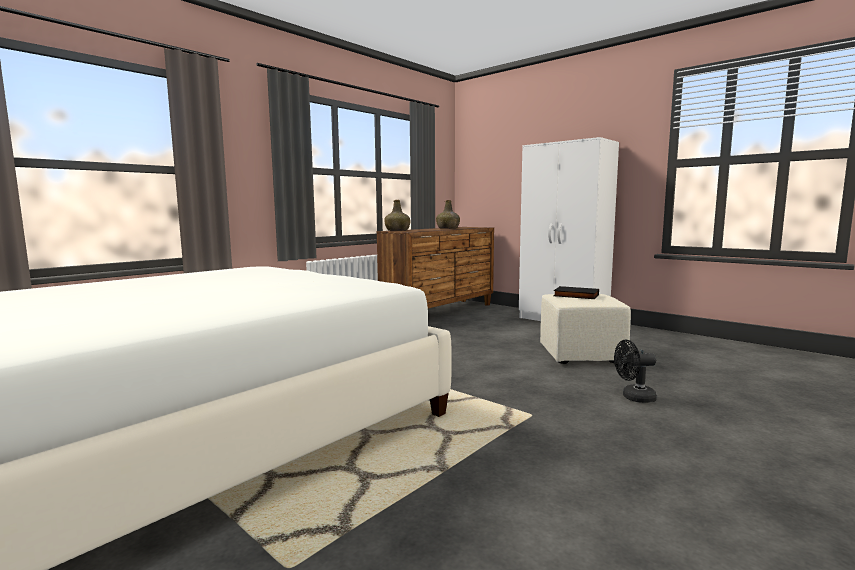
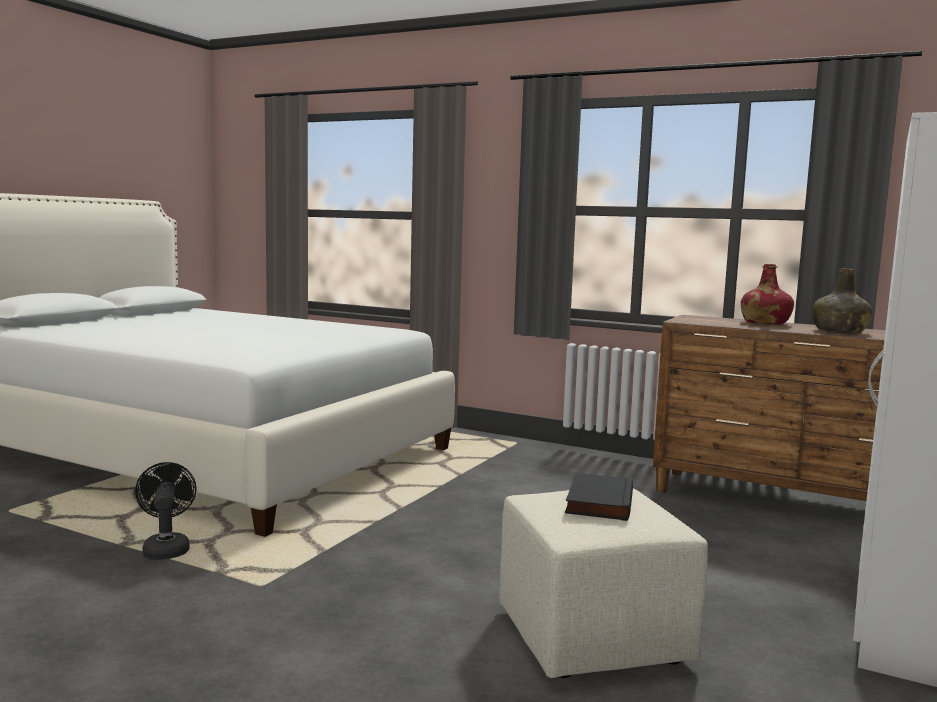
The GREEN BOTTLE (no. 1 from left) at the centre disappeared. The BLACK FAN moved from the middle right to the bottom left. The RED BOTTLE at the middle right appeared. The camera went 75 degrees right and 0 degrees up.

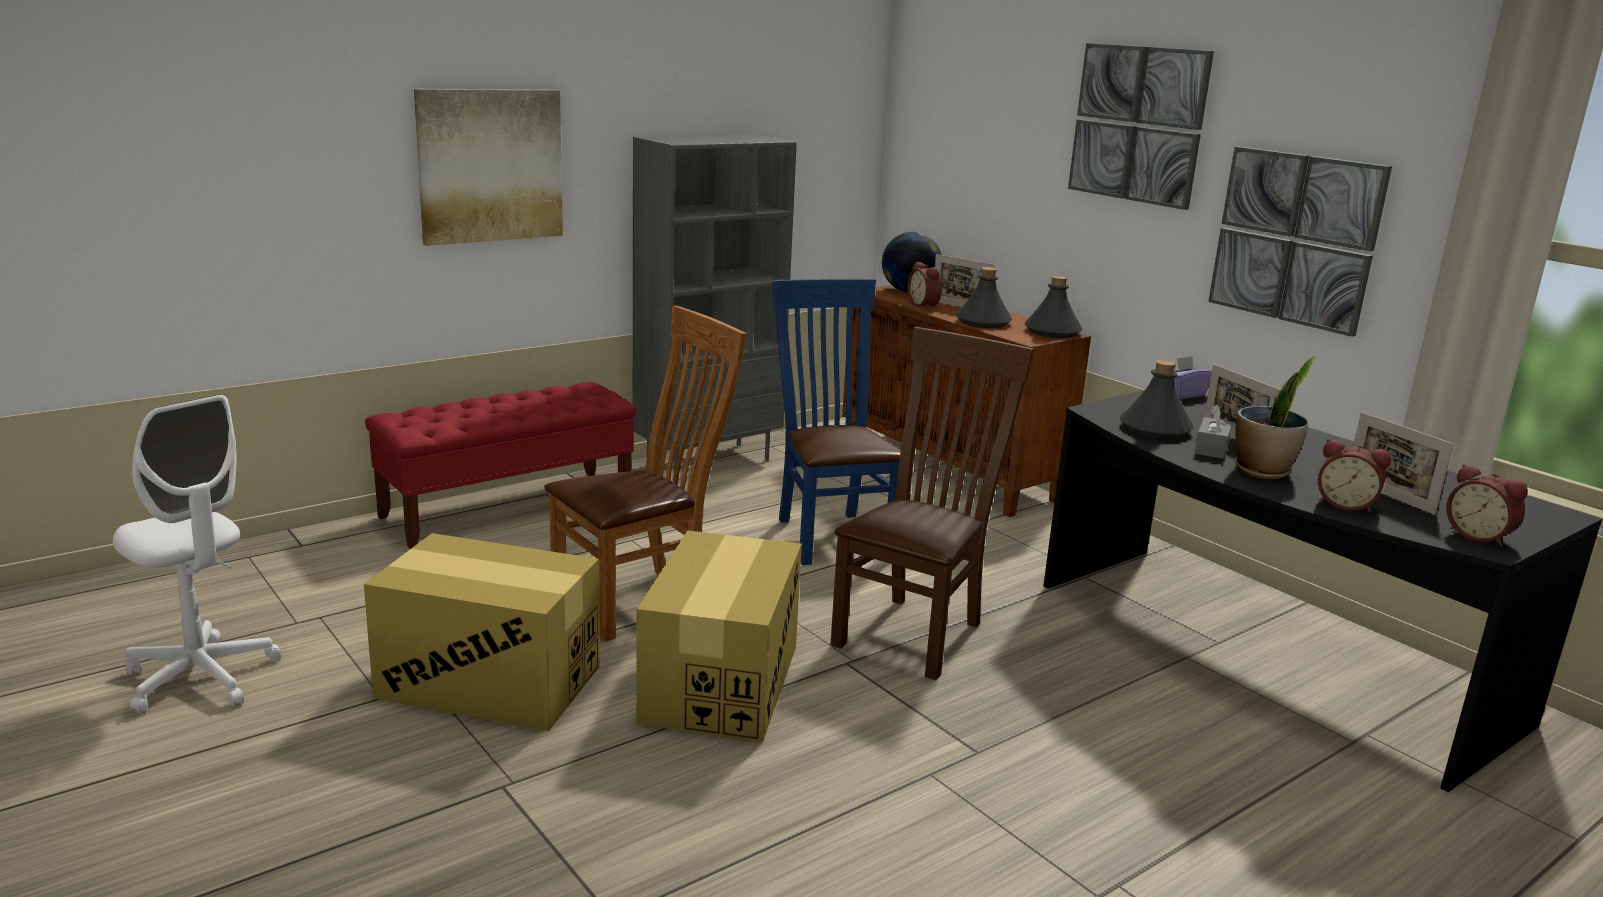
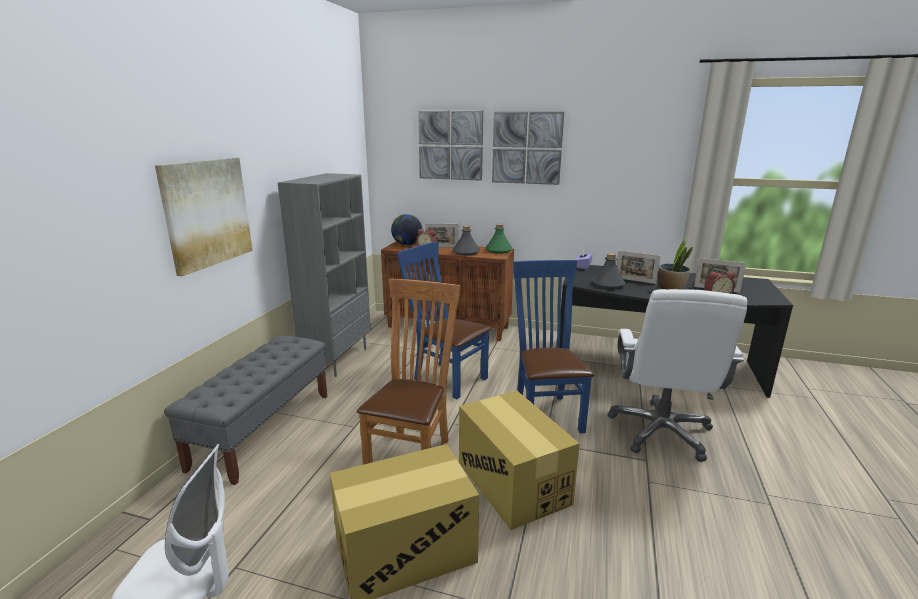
The PICTURE (no. 3 from left in the first image) moved from the top right to the top centre. The GREY BOTTLE (no. 2 from left) at the centre became the GREEN BOTTLE at the centre. The BROWN CHAIR (no. 2 from left) at the centre became the BLUE CHAIR (no. 2 from left) at the centre. The RED BENCH at the middle left became the GREY BENCH at the bottom left. The GREY TISSUE BOX at the middle right disappeared. The ALARM CLOCK (no. 3 from left) at the middle right disappeared. The WHITE OFFICE CHAIR (no. 2 from left) at the middle right appeared. The camera went 35 degrees left and 0 degrees up.

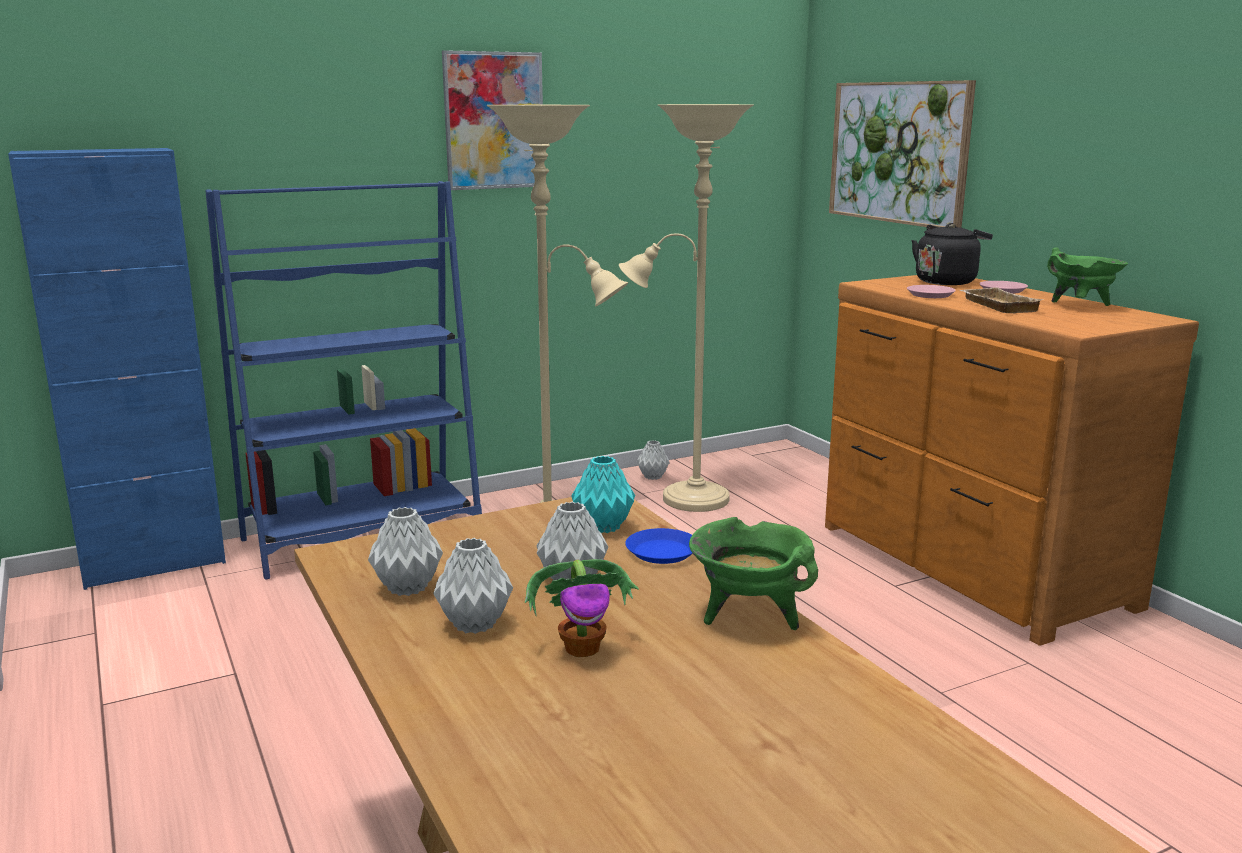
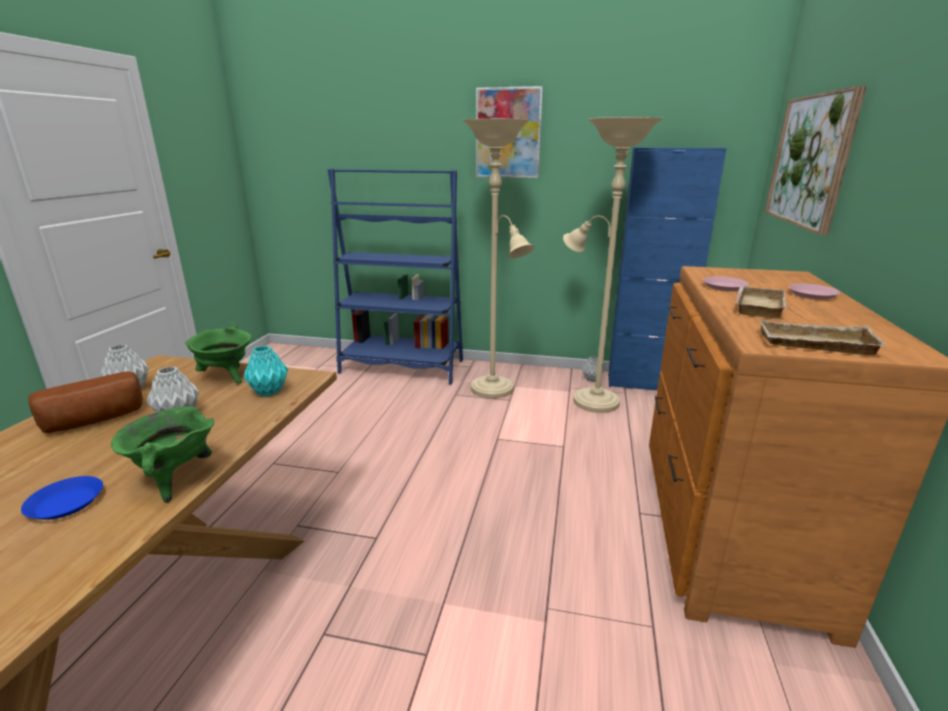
The BLUE CABINET moved from the middle left to the middle right. The BLACK KETTLE at the top right disappeared. The GREEN COOKING POT (no. 2 from left) moved from the top right to the middle left. The BLUE PLATE moved from the centre to the bottom left. The GREY VASE (no. 2 from left) at the bottom centre was replaced by the BREAD at the middle left. The POTTED PLANT at the bottom centre disappeared. The BEIGE TRAY (no. 2 from left) at the middle right appeared. The camera went 40 degrees right and 5 degrees up.

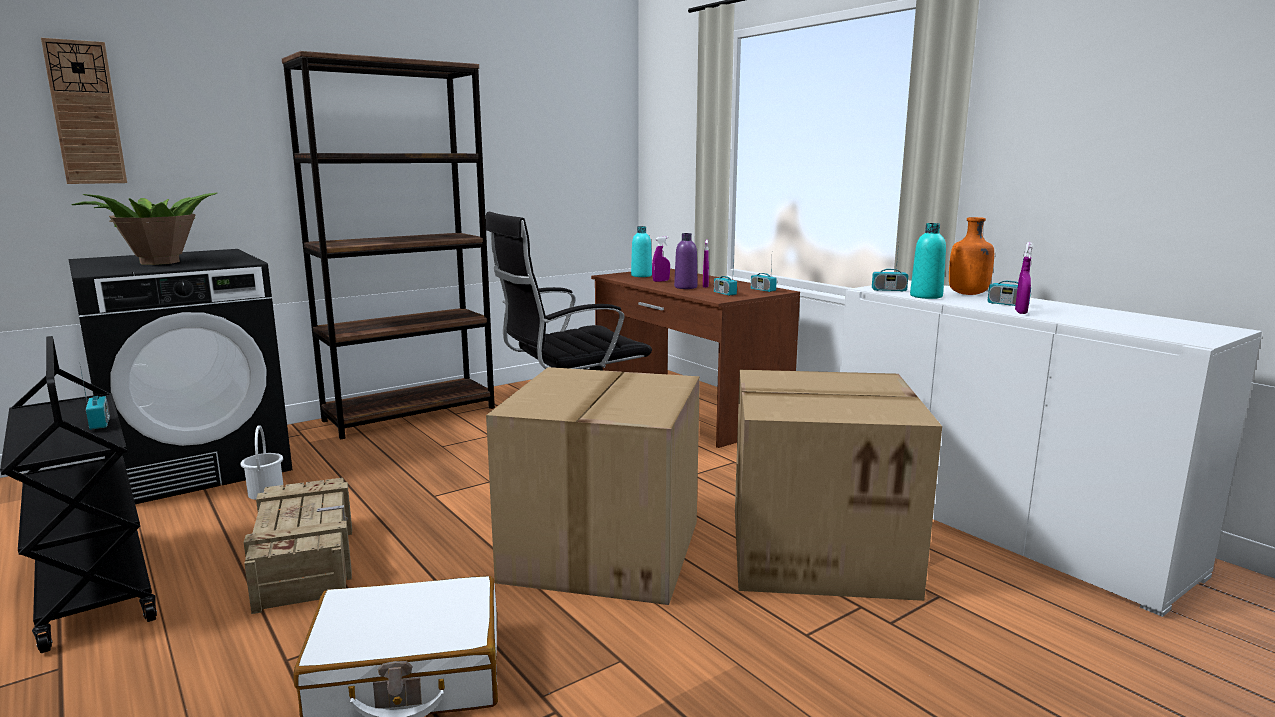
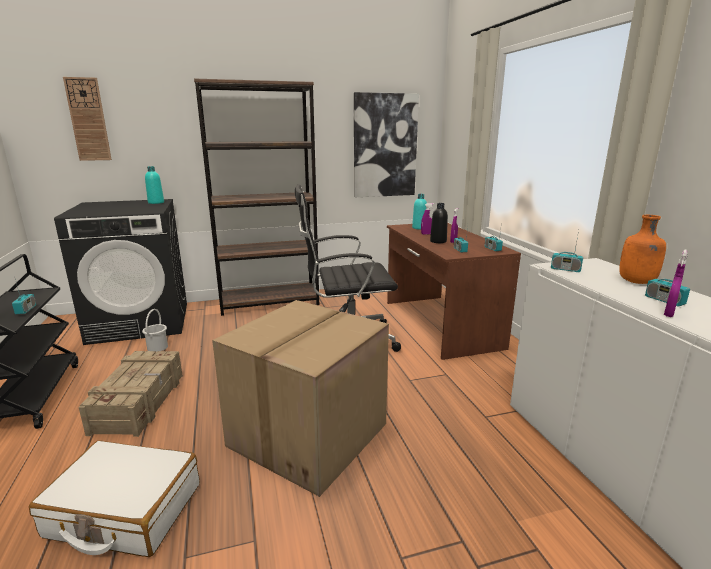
The POTTED PLANT at the top left disappeared. The TURQUOISE BOTTLE (no. 2 from left in the first image) moved from the middle right to the top left. The PURPLE BOTTLE at the centre became the BLACK BOTTLE at the centre. The CARDBOARD BOX (no. 2 from left) at the bottom centre disappeared. The PICTURE at the top centre appeared. The camera went 20 degrees right and 5 degrees up.

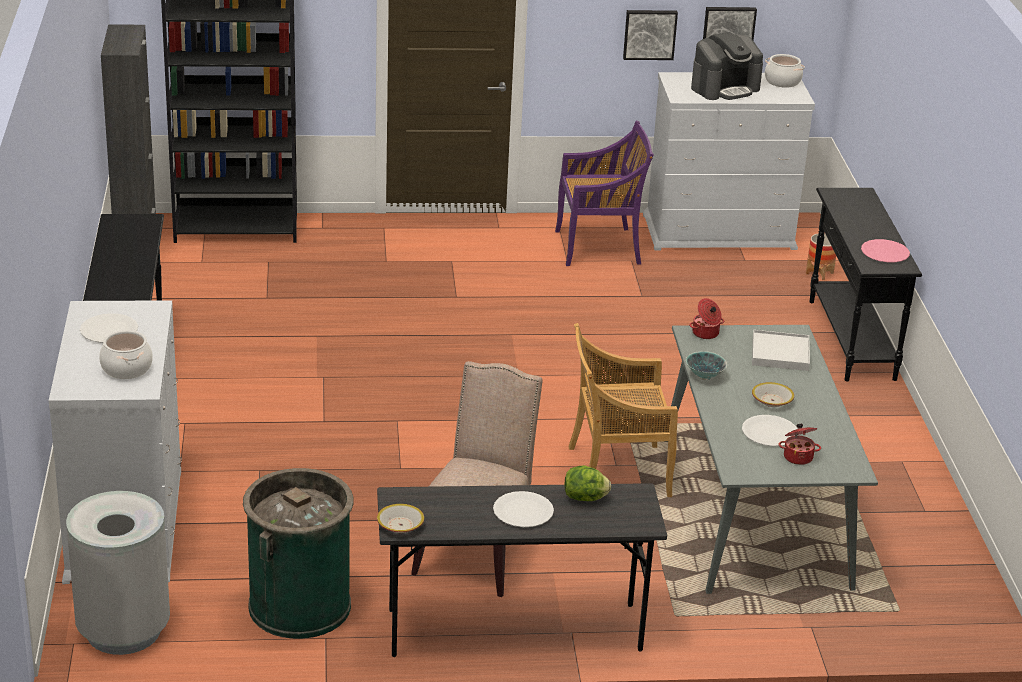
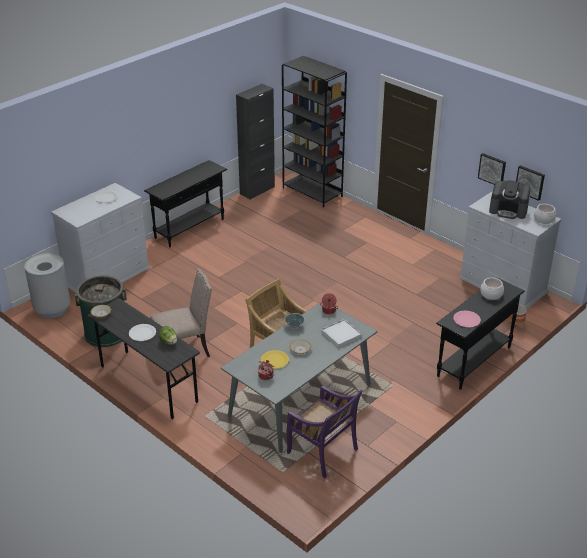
The PURPLE CHAIR moved from the top centre to the bottom centre. The COOKING POT (no. 1 from left in the first image) moved from the middle left to the middle right. The WHITE PLATE (no. 3 from left) at the middle right became the YELLOW PLATE at the centre. The camera went 50 degrees right and 5 degrees up.

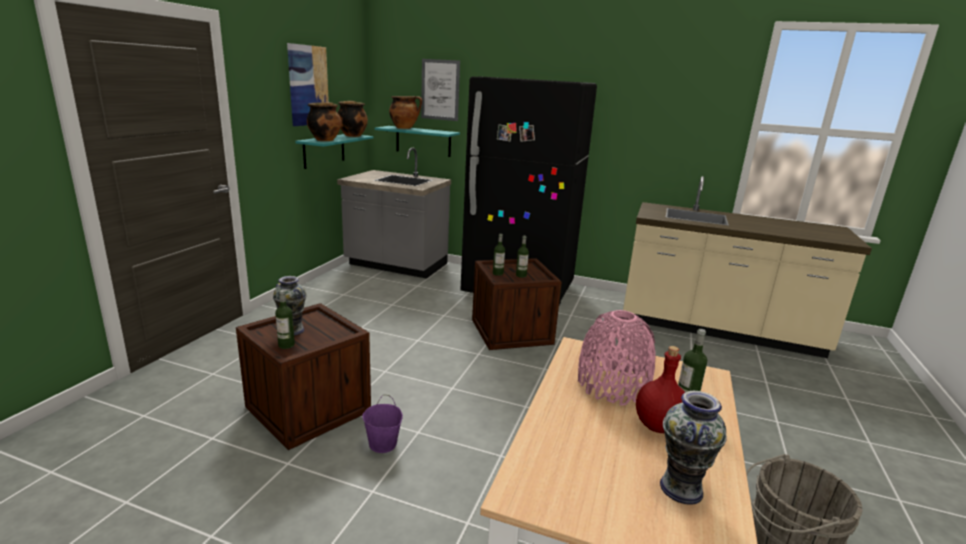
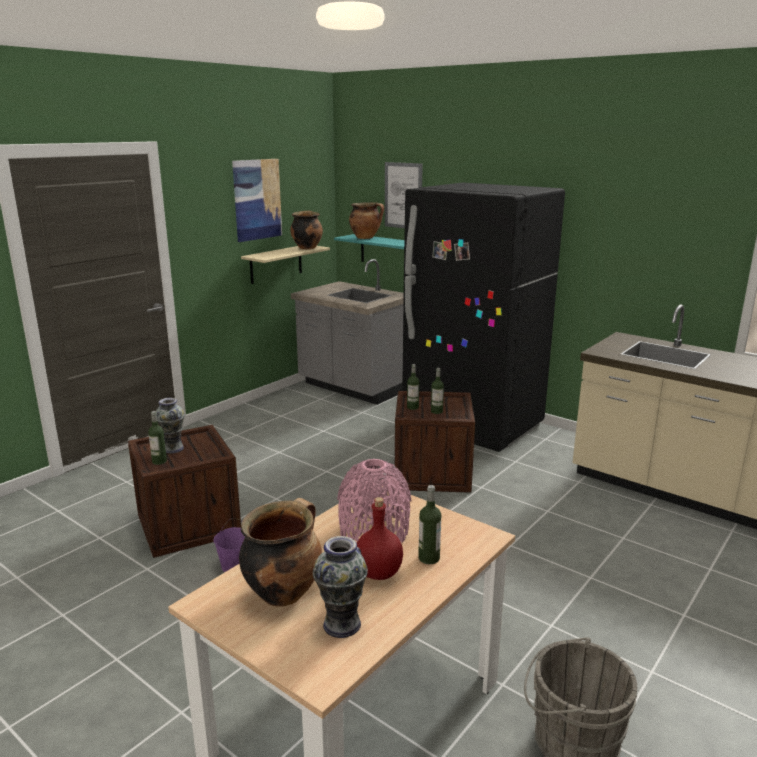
The COOKING POT (no. 1 from left) moved from the top centre to the bottom centre. The TURQUOISE SHELF (no. 1 from left) at the top centre became the BEIGE SHELF at the centre. The camera went 20 degrees right and 0 degrees up.

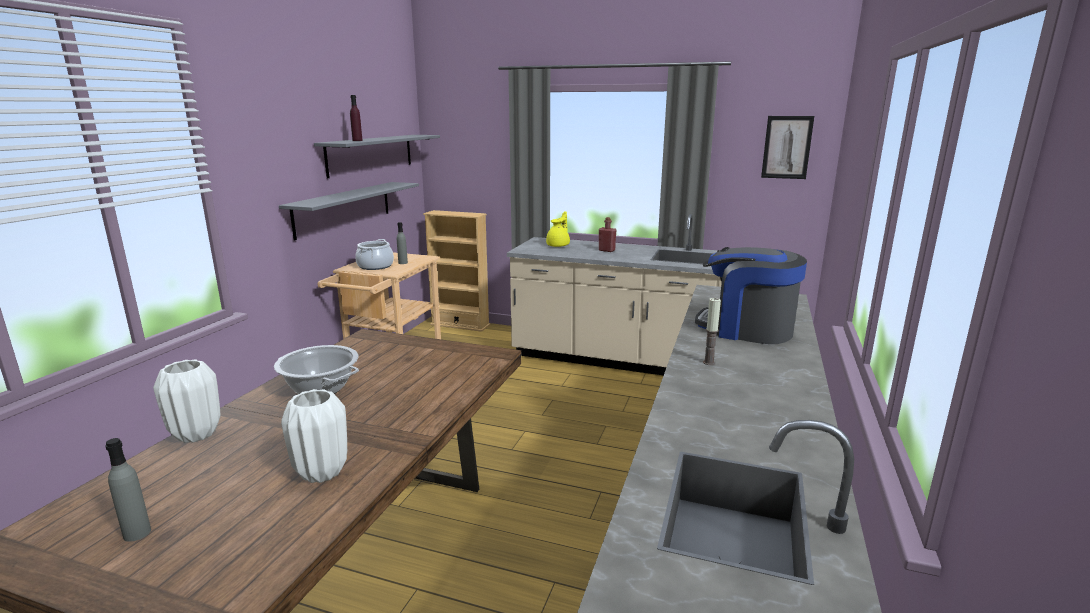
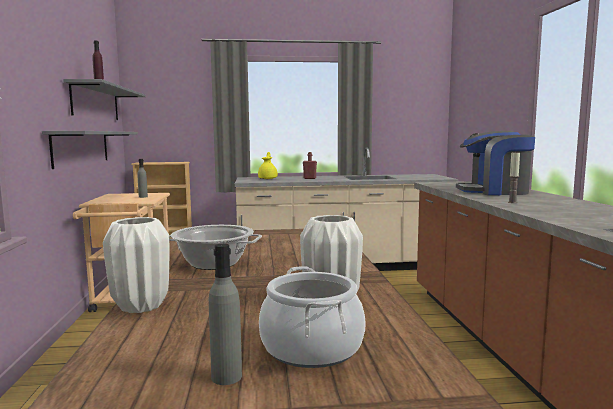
The PICTURE at the top right disappeared. The COOKING POT (no. 2 from left) moved from the centre to the bottom centre. The camera went 25 degrees left and 10 degrees down.

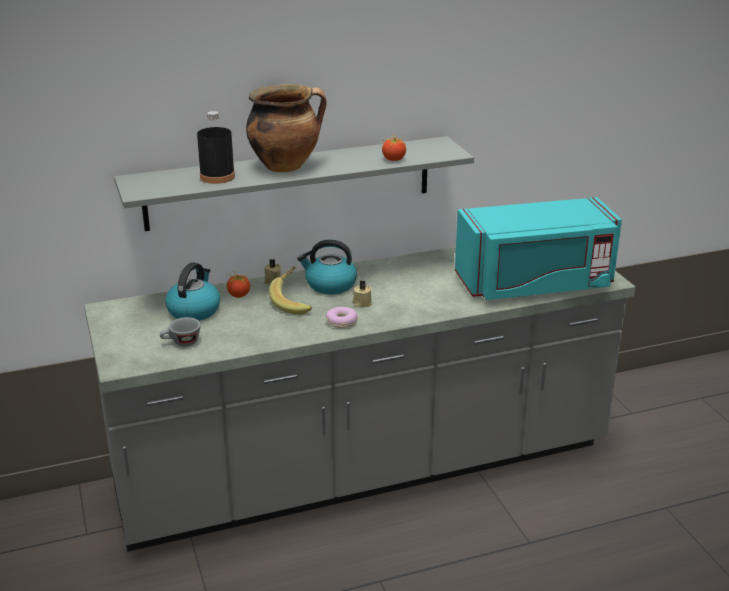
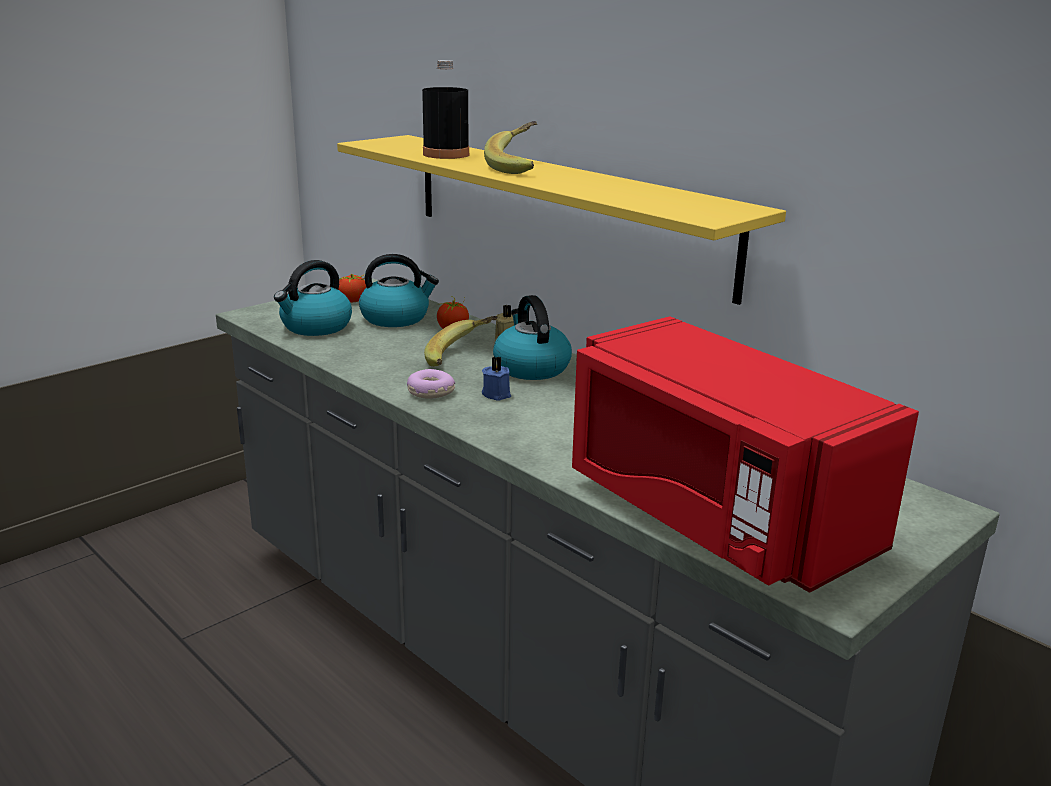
The COOKING POT at the top centre was replaced by the BANANA (no. 2 from left) at the top centre. The TOMATO (no. 2 from left in the first image) moved from the top centre to the centre. The GREY SHELF at the top centre became the YELLOW SHELF at the top centre. The TURQUOISE MICROWAVE at the middle right became the RED MICROWAVE at the middle right. The BEIGE CANDLE (no. 2 from left) at the centre became the BLUE CANDLE at the centre. The GREY CUP at the middle left was replaced by the KETTLE (no. 1 from left) at the middle left. The camera went 65 degrees right and 5 degrees down.

